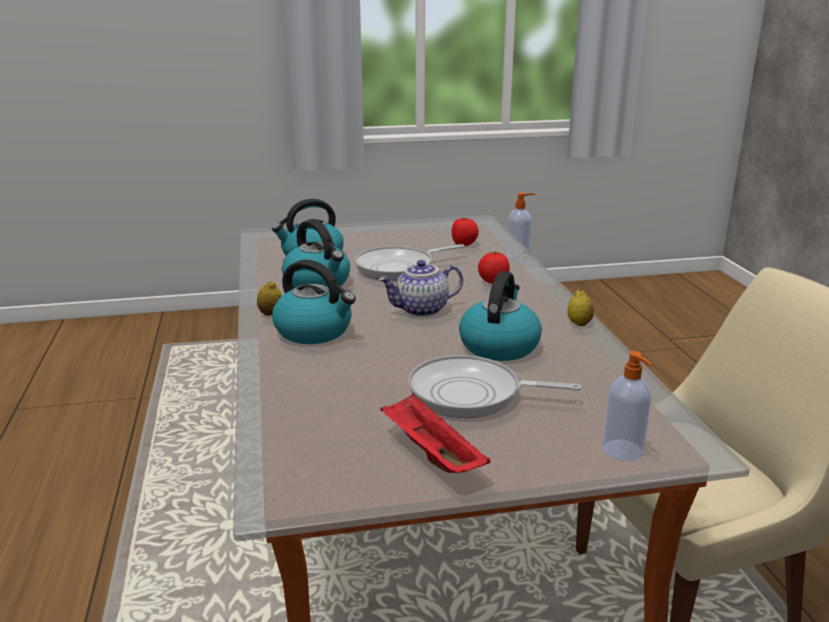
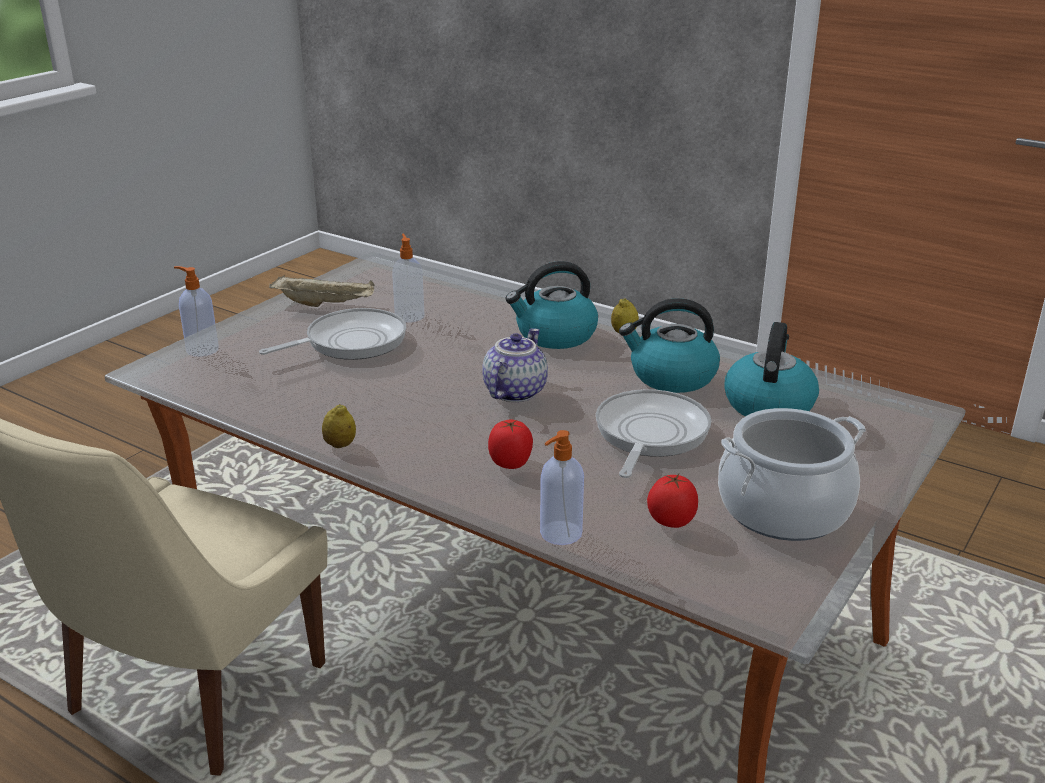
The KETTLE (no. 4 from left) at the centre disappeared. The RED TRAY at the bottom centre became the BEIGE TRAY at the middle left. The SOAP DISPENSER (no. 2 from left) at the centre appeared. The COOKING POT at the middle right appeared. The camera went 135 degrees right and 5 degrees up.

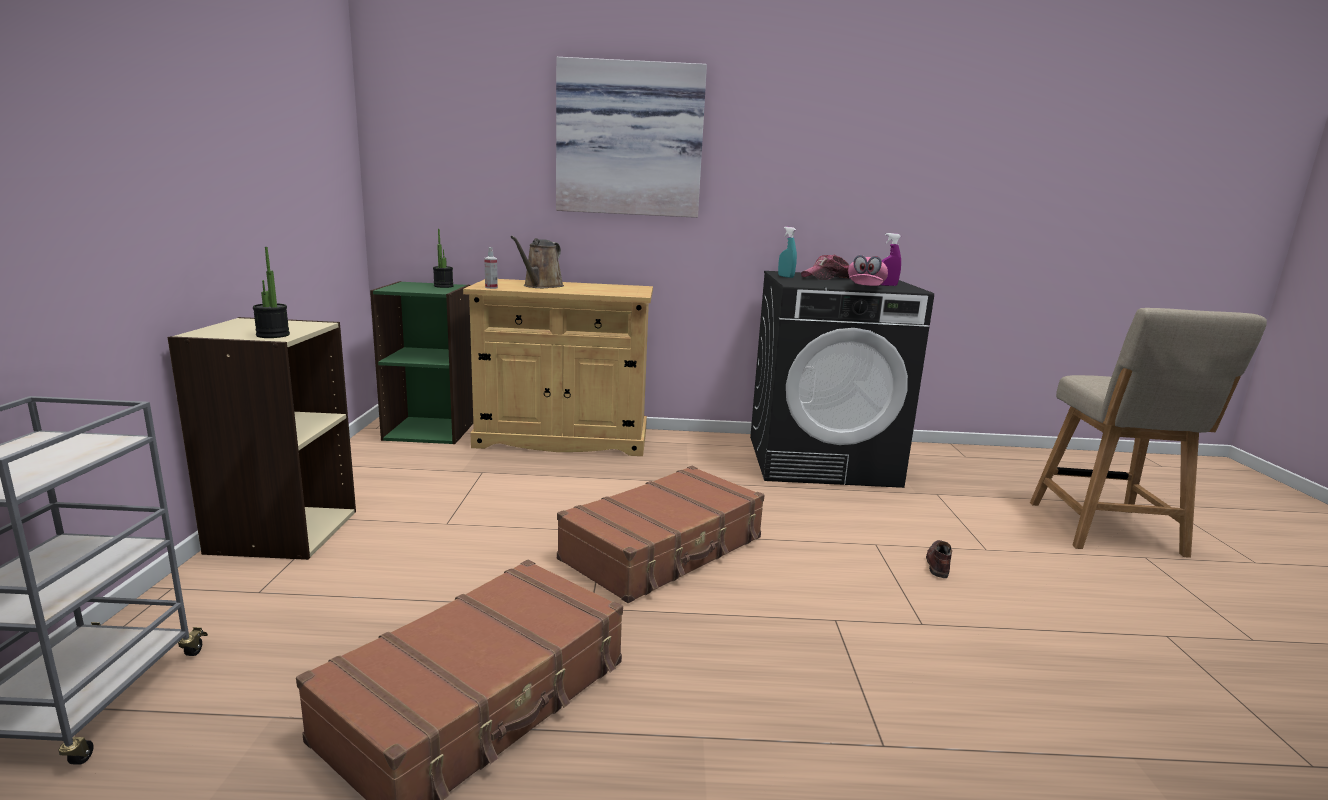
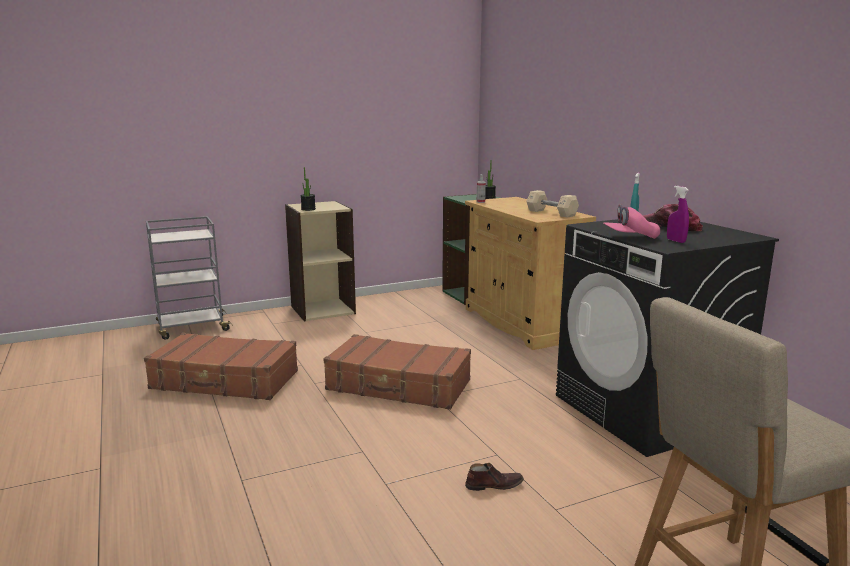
The PICTURE at the top centre disappeared. The BROWN WATERING CAN at the top centre disappeared. The BEIGE DUMBBELL at the centre appeared. The camera went 65 degrees right and 0 degrees up.

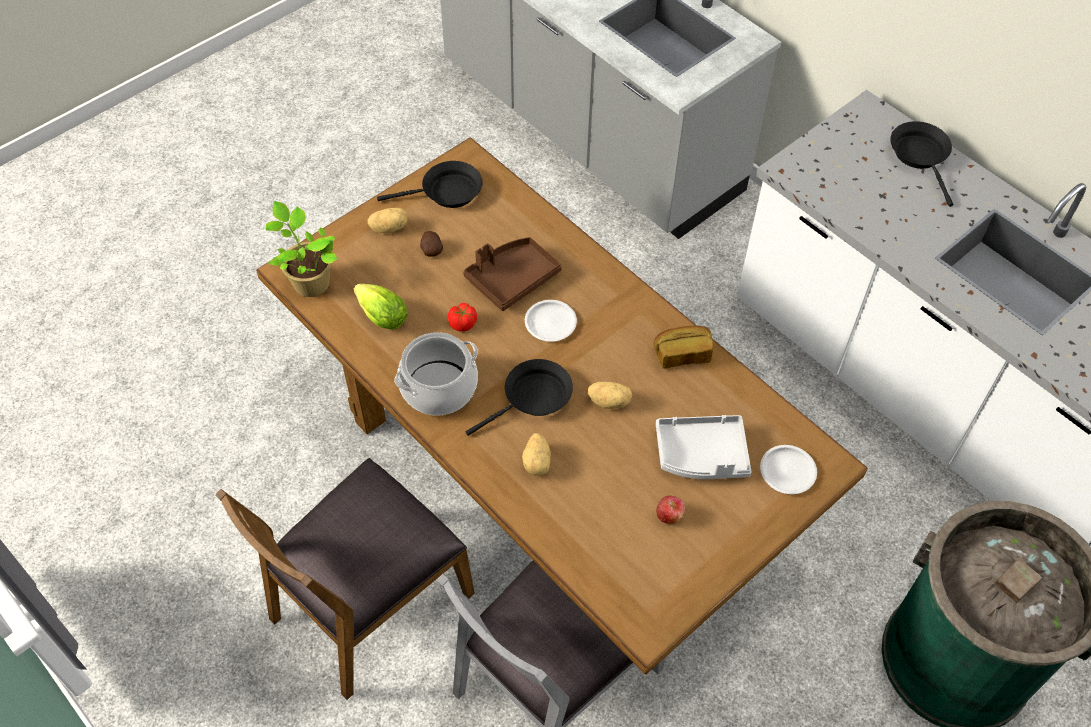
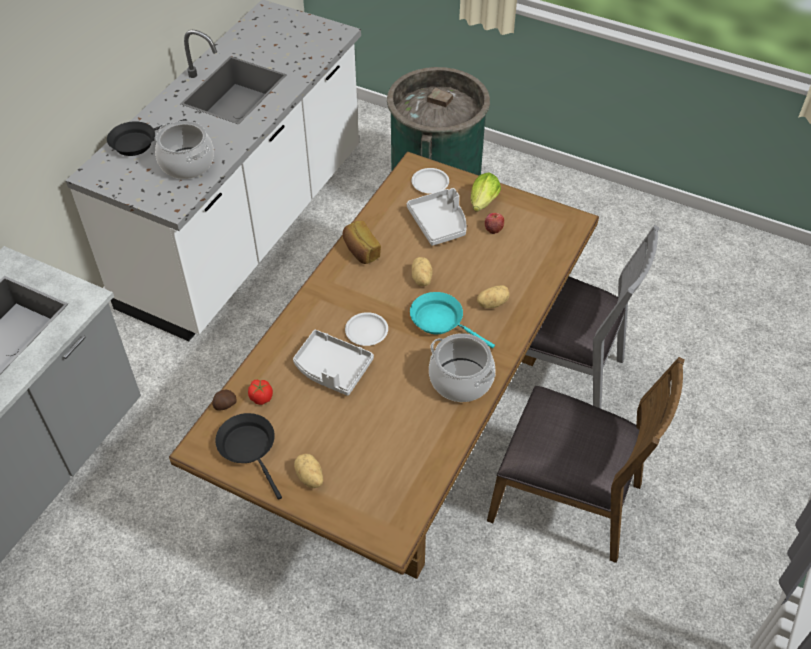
The POTTED PLANT at the middle left disappeared. The POTATO (no. 2 from left in the first image) moved from the centre to the middle left. The BROWN TRAY at the centre became the GREY TRAY (no. 1 from left) at the centre. The LETTUCE moved from the centre to the top centre. The TOMATO moved from the centre to the middle left. The BLACK FRYING PAN (no. 2 from left) at the centre became the TURQUOISE FRYING PAN at the centre. The COOKING POT (no. 1 from left) at the top left appeared. The camera went 110 degrees left and 5 degrees down.

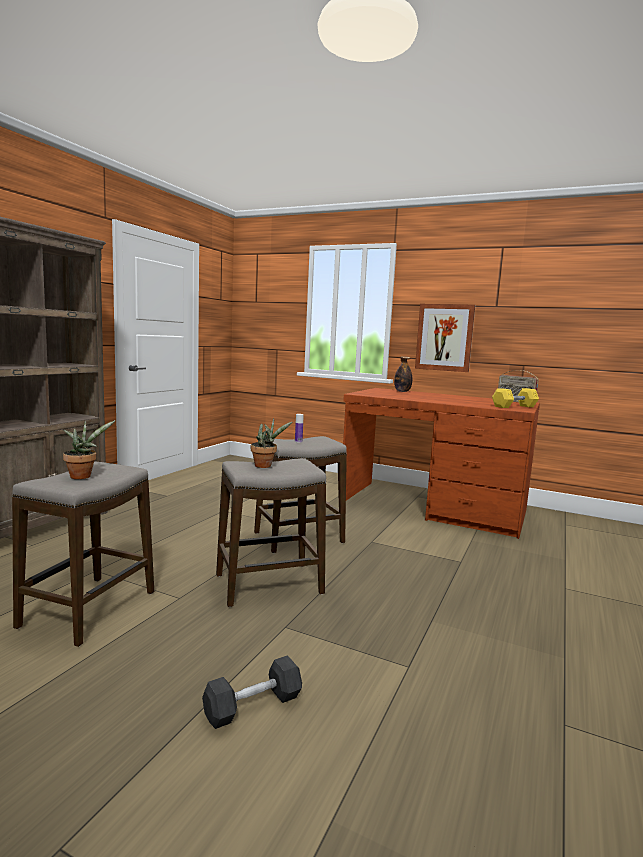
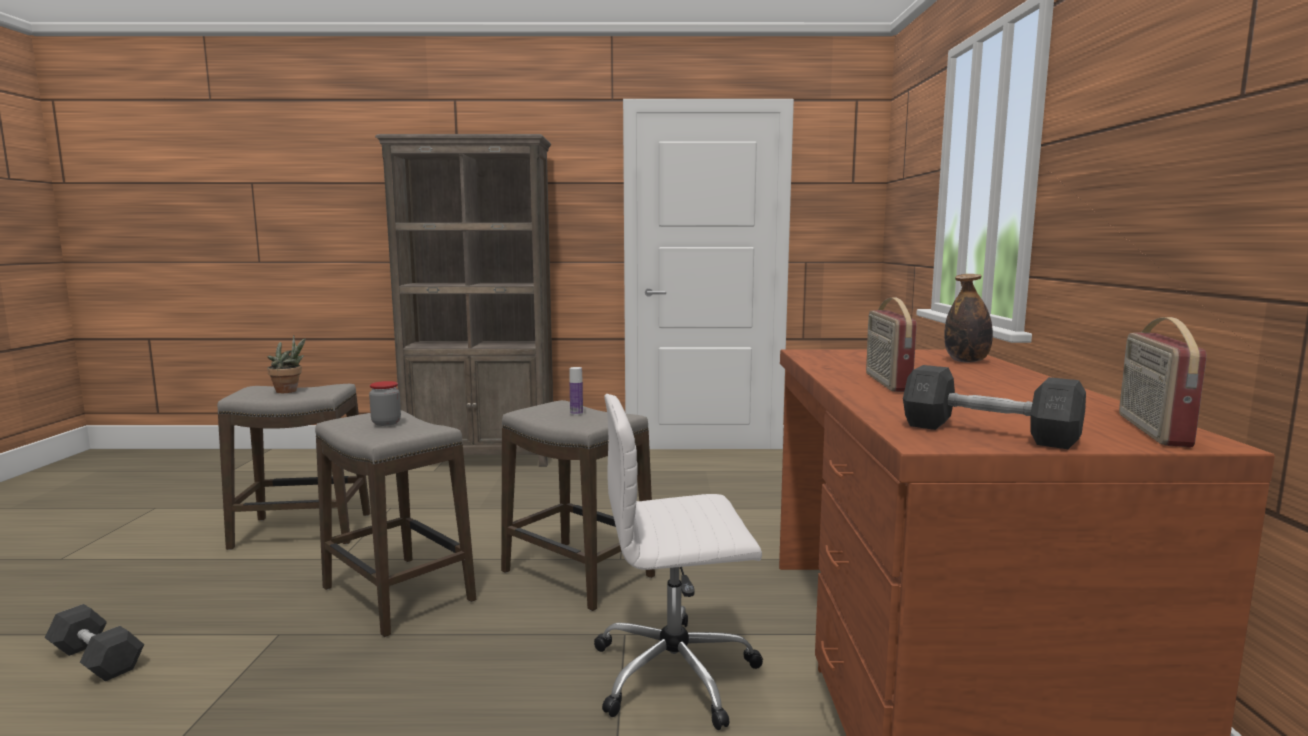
The PICTURE at the middle right disappeared. The YELLOW DUMBBELL at the middle right became the GREY DUMBBELL (no. 2 from left) at the middle right. The POTTED PLANT (no. 2 from left) at the centre was replaced by the JAR at the middle left. The RADIO (no. 1 from left) at the middle right appeared. The WHITE OFFICE CHAIR at the bottom centre appeared. The camera went 65 degrees right and 0 degrees up.

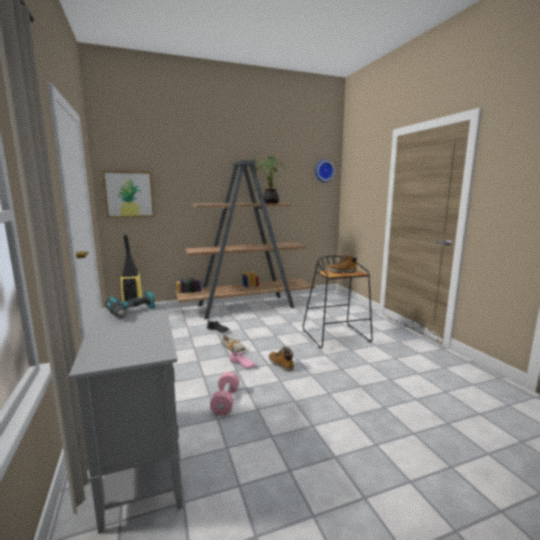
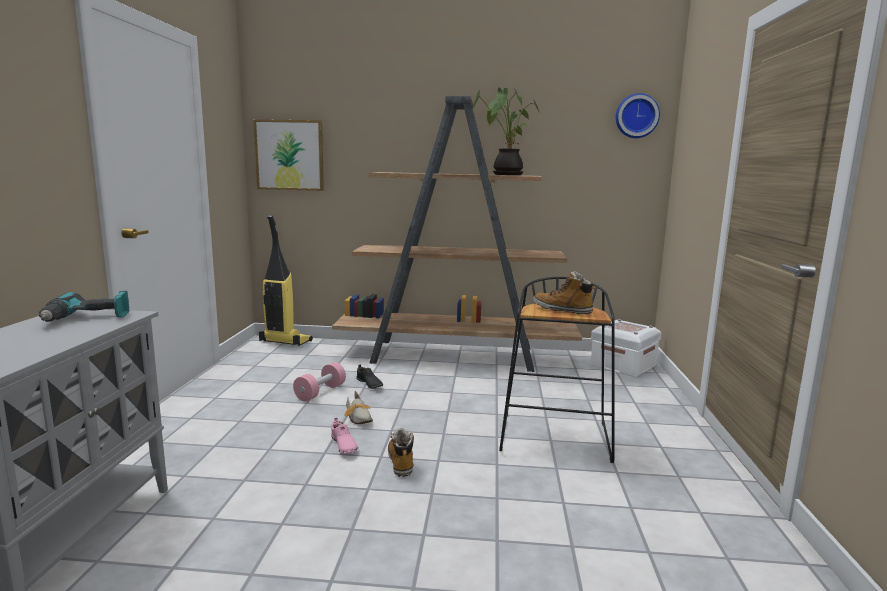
The PINK DUMBBELL moved from the bottom centre to the centre. The WHITE STORAGE BOX at the middle right appeared. The camera went 25 degrees right and 0 degrees up.

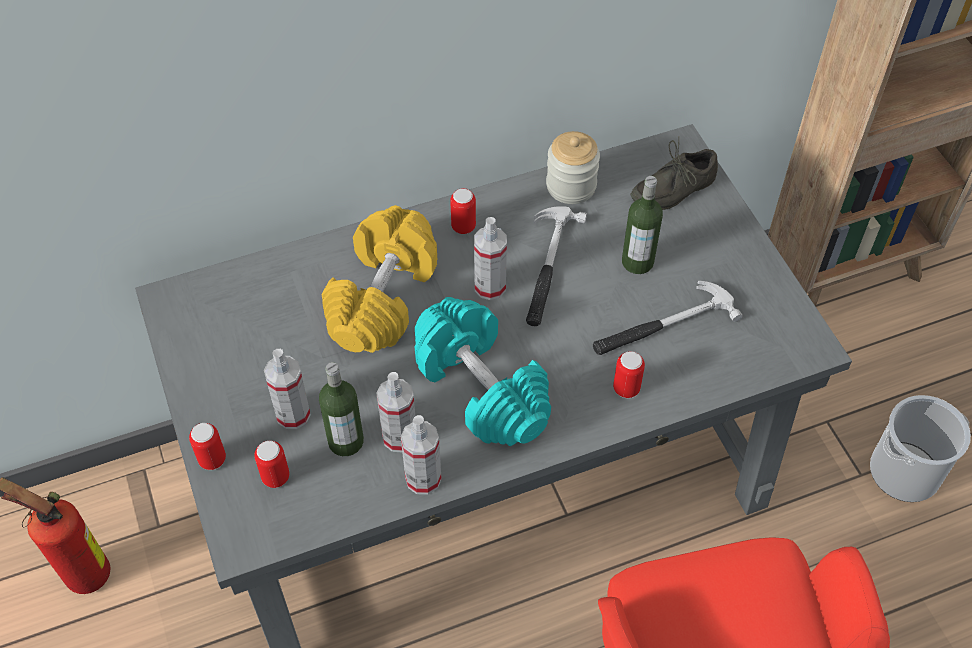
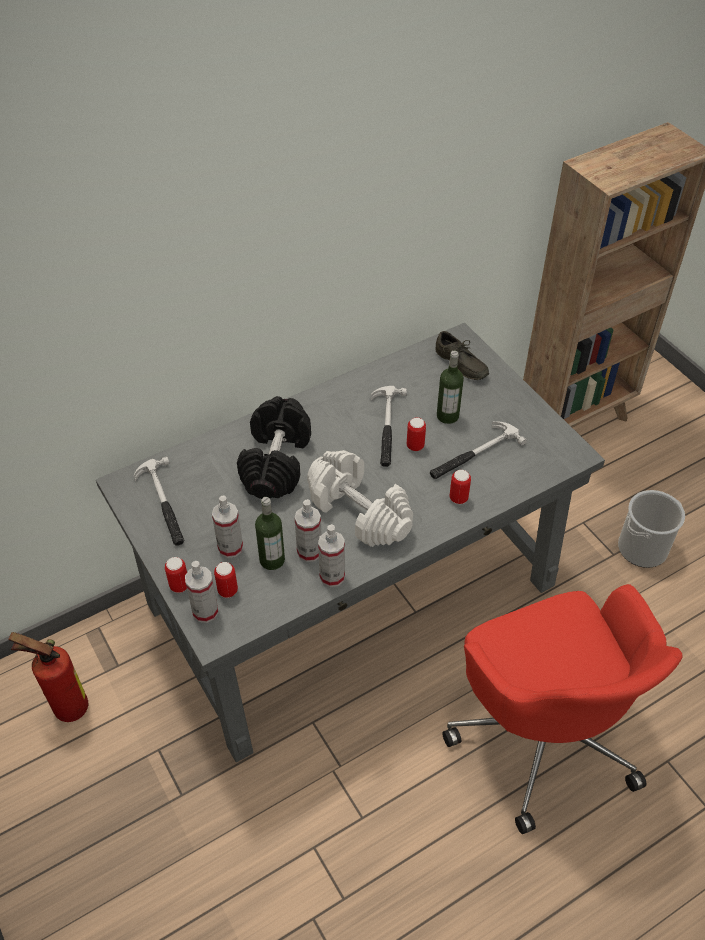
The JAR at the top centre disappeared. The GREY SHOE at the top right turned 90 degrees counterclockwise. The CAN (no. 3 from left) moved from the top centre to the centre. The YELLOW DUMBBELL at the centre became the BLACK DUMBBELL at the centre. The SPRAY BOTTLE (no. 4 from left in the first image) moved from the centre to the middle left. The TURQUOISE DUMBBELL at the centre became the WHITE DUMBBELL at the centre. The HAMMER (no. 1 from left) at the middle left appeared. The camera went 10 degrees left and 5 degrees down.

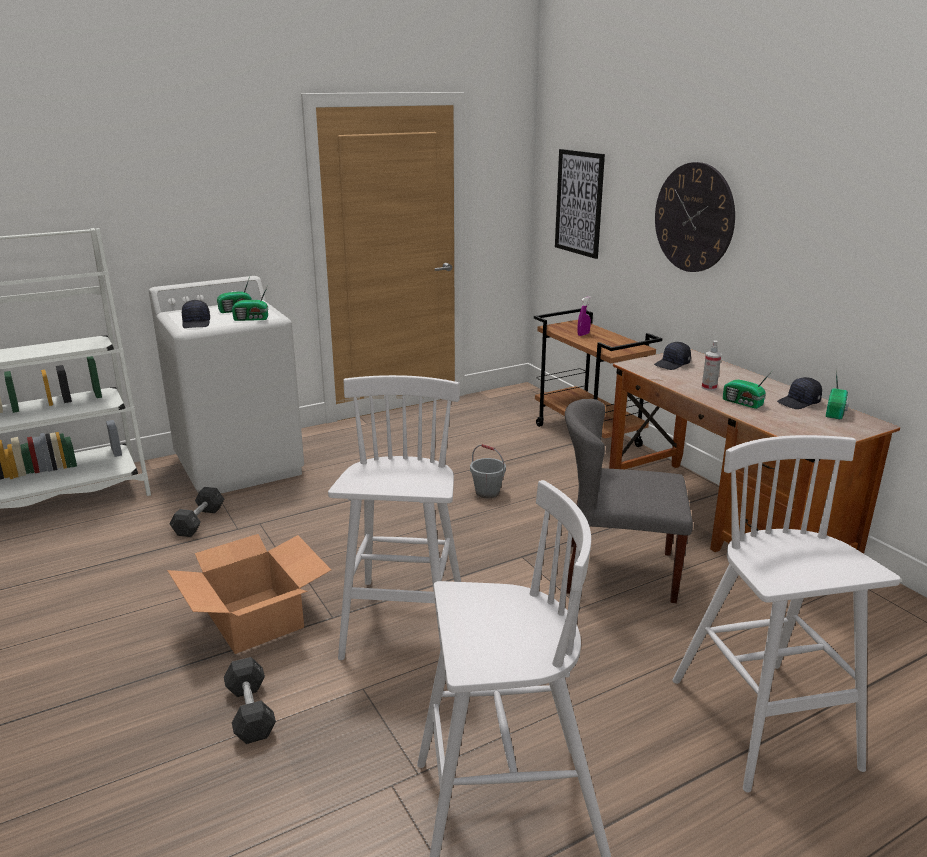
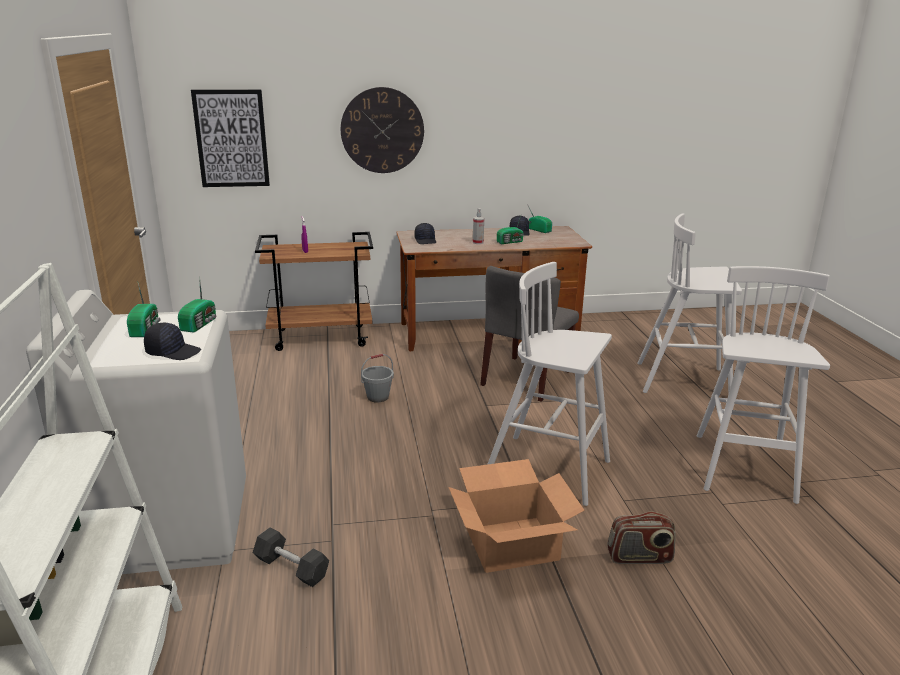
The GREY DUMBBELL (no. 2 from left) at the bottom left was replaced by the RADIO (no. 5 from left) at the bottom right. The camera went 70 degrees left and 0 degrees up.

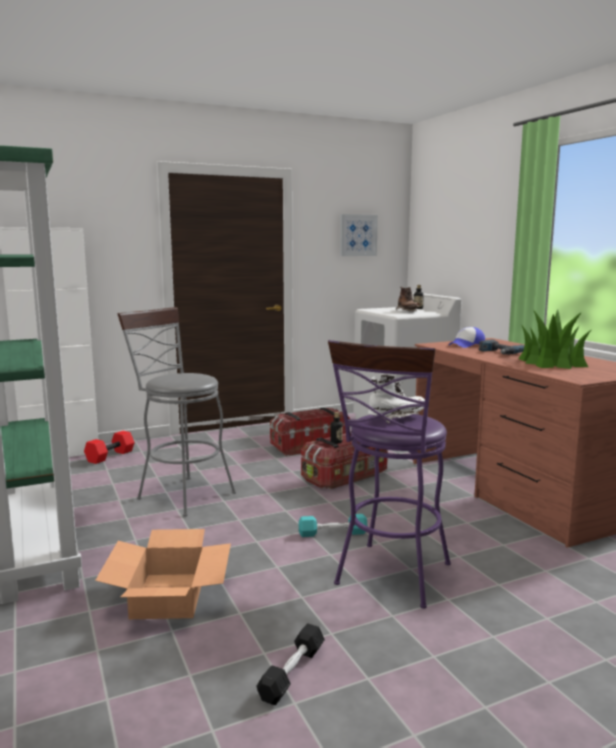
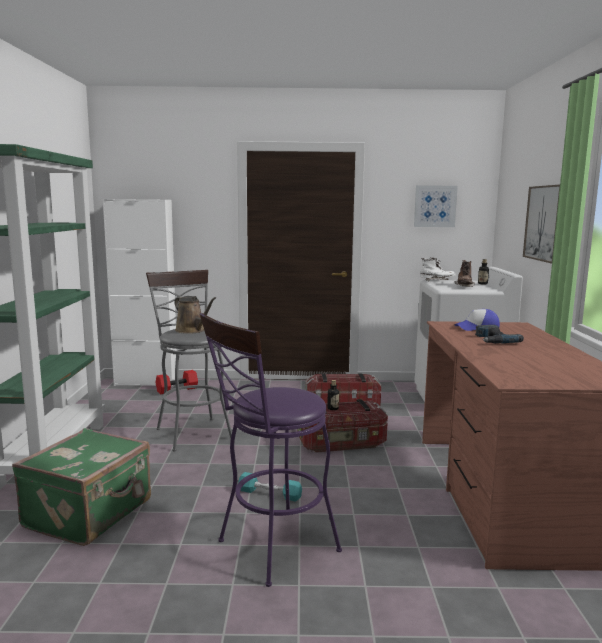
The POTTED PLANT at the middle right disappeared. The WHITE BOOT moved from the centre to the middle right. The CARDBOARD BOX at the bottom left was replaced by the GREEN SUITCASE at the bottom left. The BLACK DUMBBELL at the bottom centre disappeared. The PICTURE (no. 2 from left) at the middle right appeared. The BROWN WATERING CAN at the middle left appeared. The camera went 25 degrees right and 0 degrees up.

